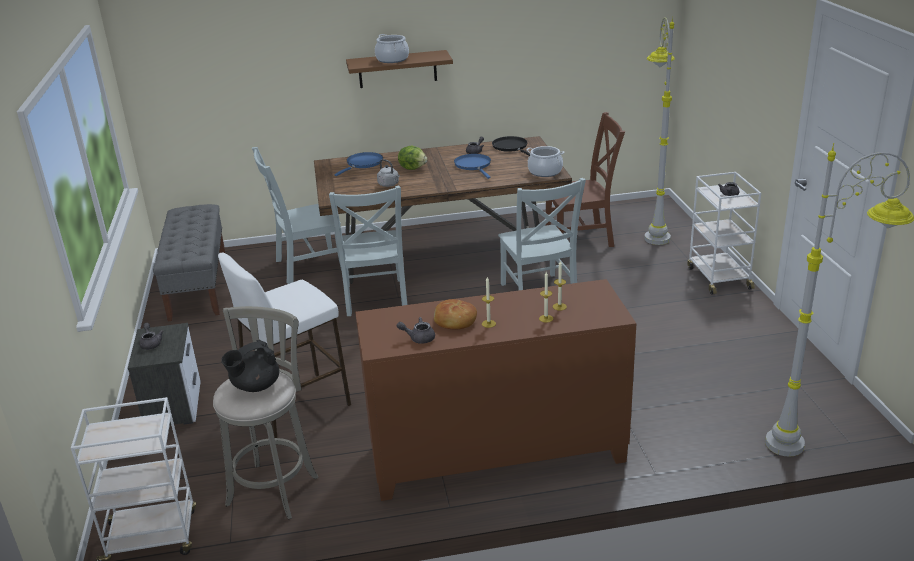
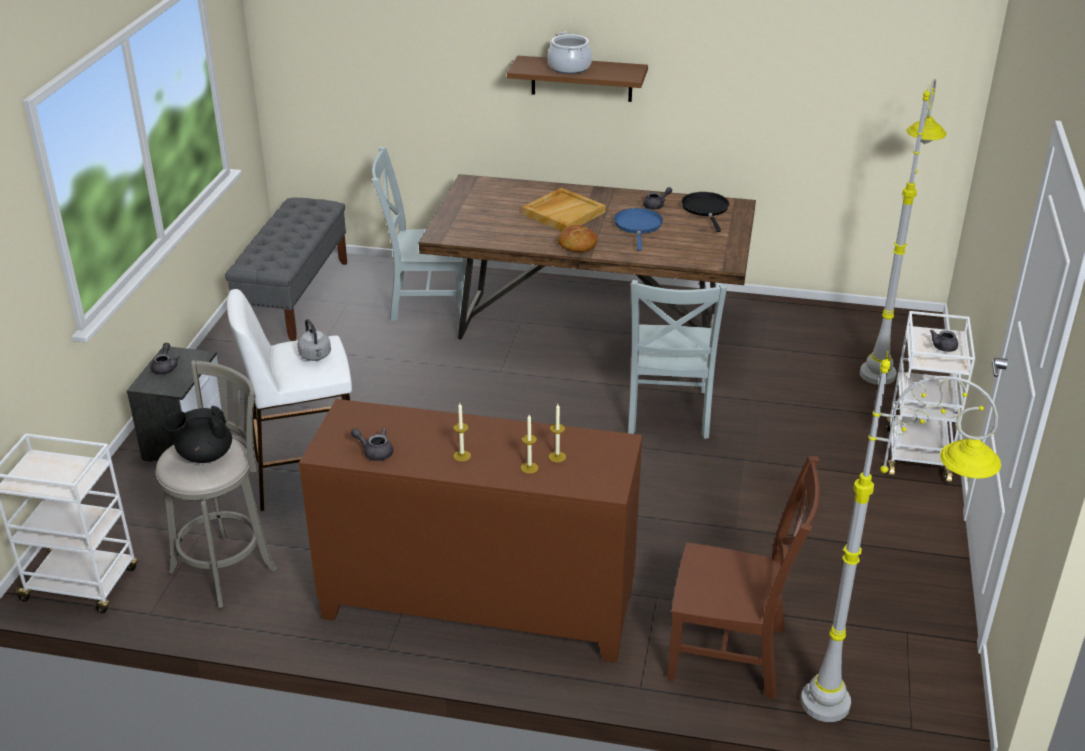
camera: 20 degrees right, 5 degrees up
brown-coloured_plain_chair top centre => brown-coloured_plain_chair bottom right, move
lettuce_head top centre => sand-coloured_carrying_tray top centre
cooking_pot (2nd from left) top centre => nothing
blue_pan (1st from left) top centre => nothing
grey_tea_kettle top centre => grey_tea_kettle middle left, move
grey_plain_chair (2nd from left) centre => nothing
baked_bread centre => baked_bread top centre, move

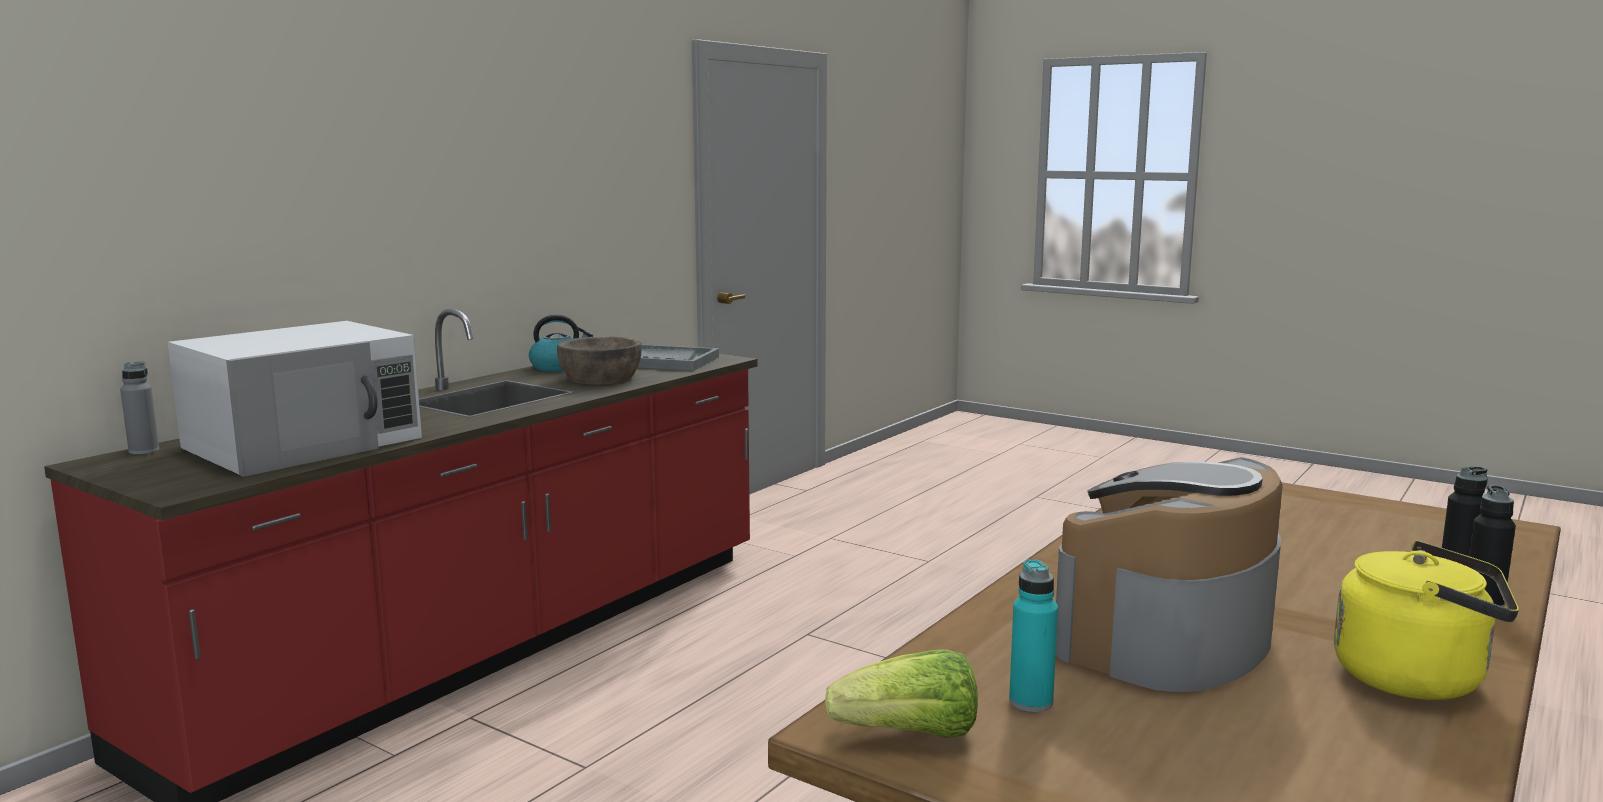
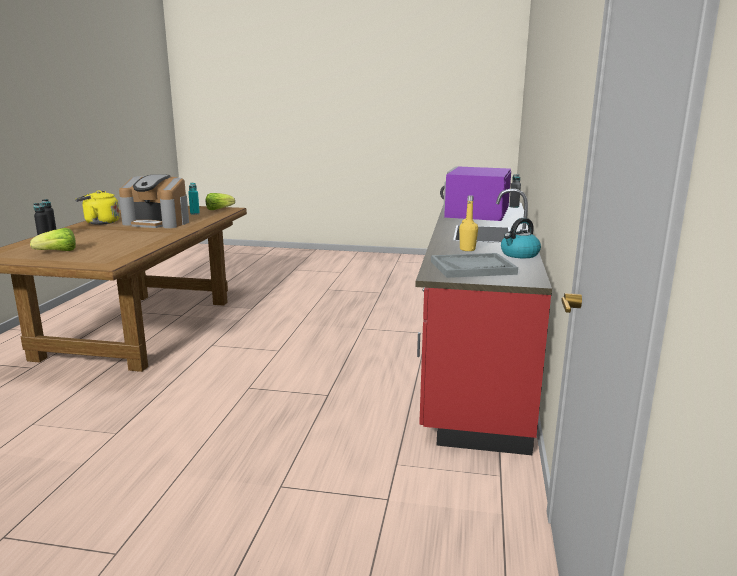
camera: 155 degrees right, 5 degrees up
white-coloured_kitchen_microwave middle left => purple_kitchen_microwave centre
brown-coloured_serving_bowl centre => yellow-coloured_drink_bottle centre
coffee_maker bottom right => coffee_maker middle left, 90 degrees clockwise
nothing => lettuce_head (1st from left) middle left

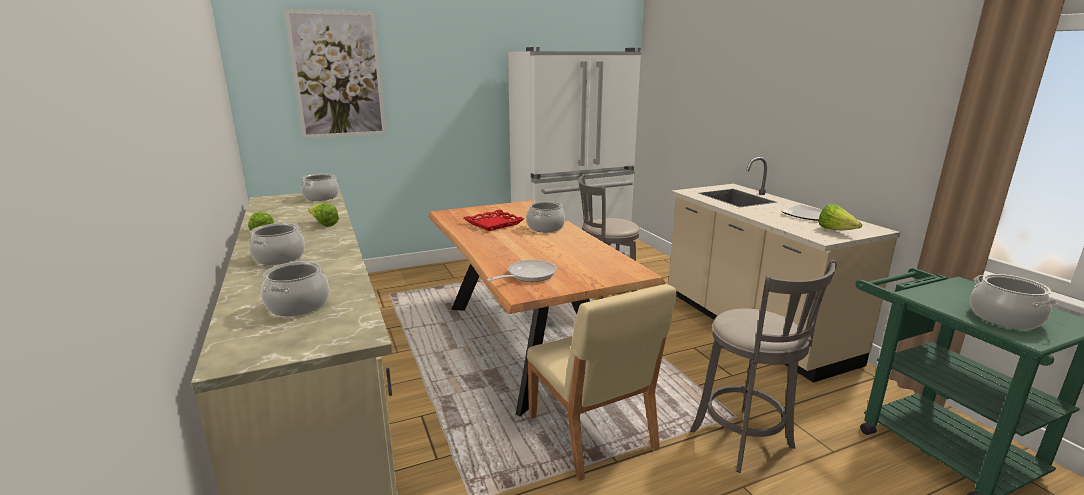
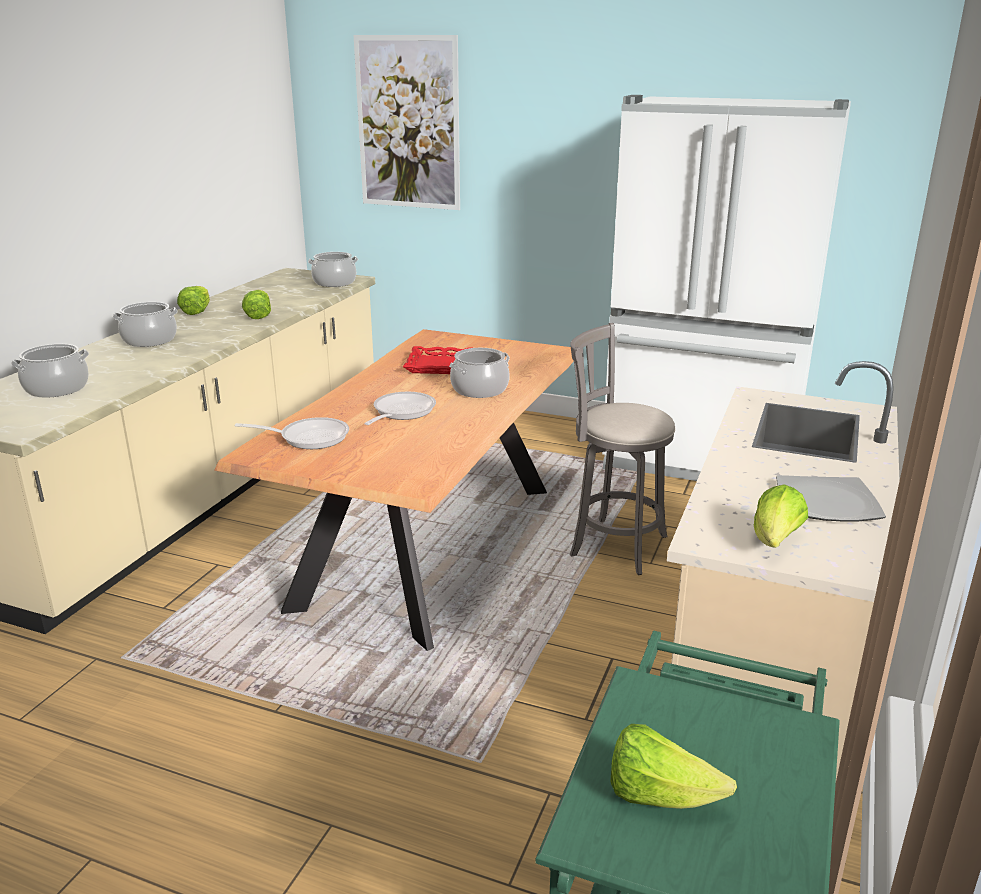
camera: 45 degrees right, 5 degrees up
grey_stool (2nd from left) bottom right => nothing
cooking_pot (5th from left) middle right => lettuce_head (3rd from left) bottom right
sand-coloured_plain_chair bottom centre => nothing
nothing => pan (2nd from left) centre

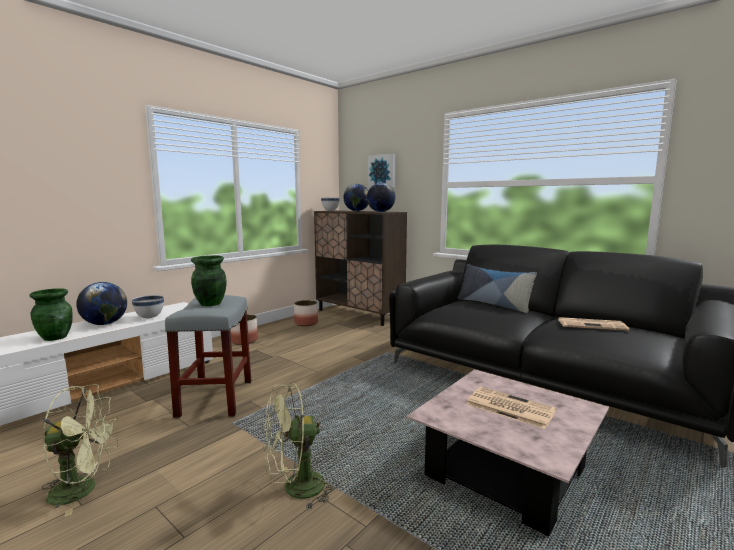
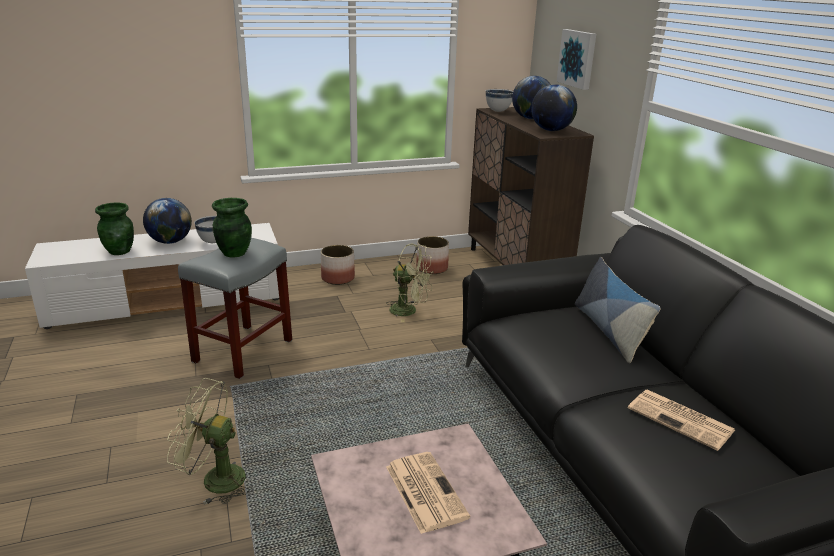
camera: 30 degrees right, 15 degrees up
green-coloured_electric_fan (1st from left in the first image) bottom left => green-coloured_electric_fan (2nd from left) centre, move

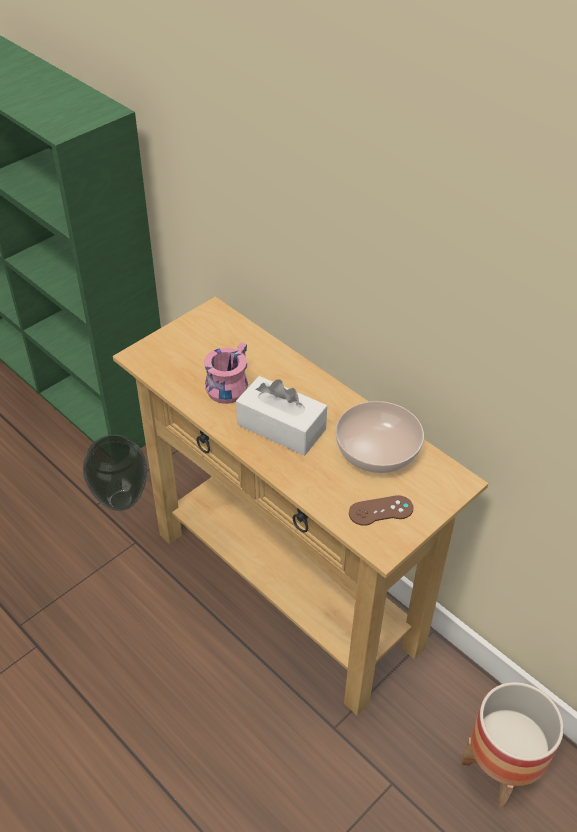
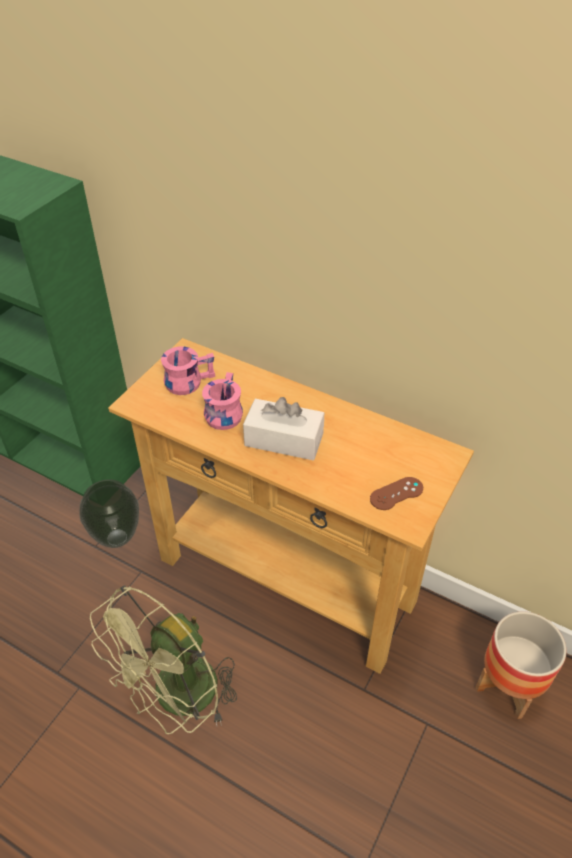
camera: 15 degrees left, 0 degrees up
serving_bowl centre => nothing
nothing => pinkish_coffee_mug (1st from left) middle left
nothing => green-coloured_electric_fan bottom left

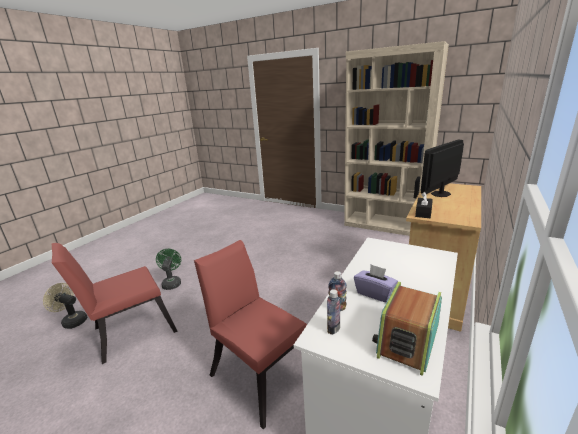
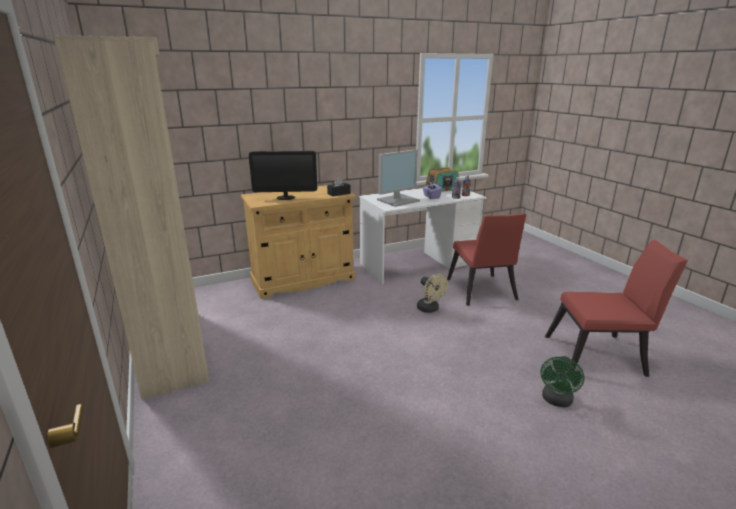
camera: 145 degrees left, 0 degrees up
sand-coloured_electric_fan bottom left => sand-coloured_electric_fan centre, move
nothing => computer_screen (2nd from left) centre

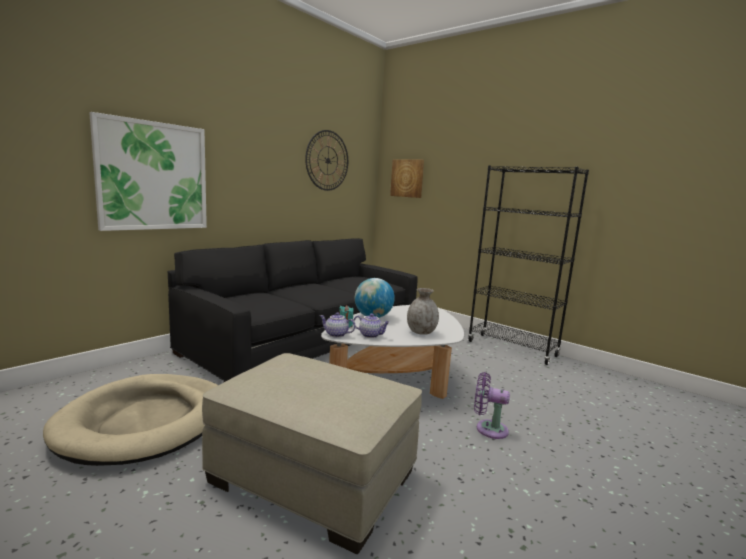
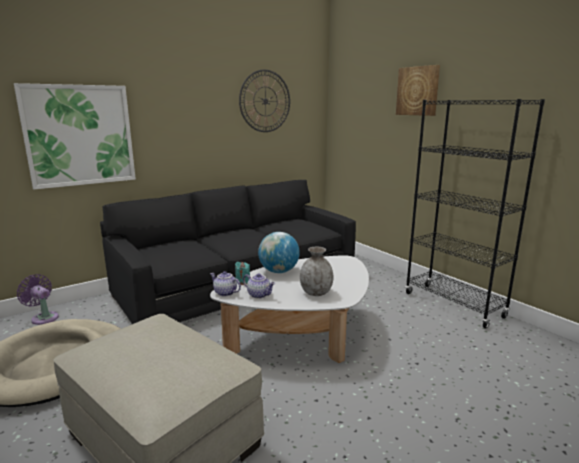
camera: 15 degrees right, 5 degrees up
wall_art (2nd from left) top centre => wall_art (2nd from left) top right, move
purple_electric_fan bottom centre => purple_electric_fan middle left, move

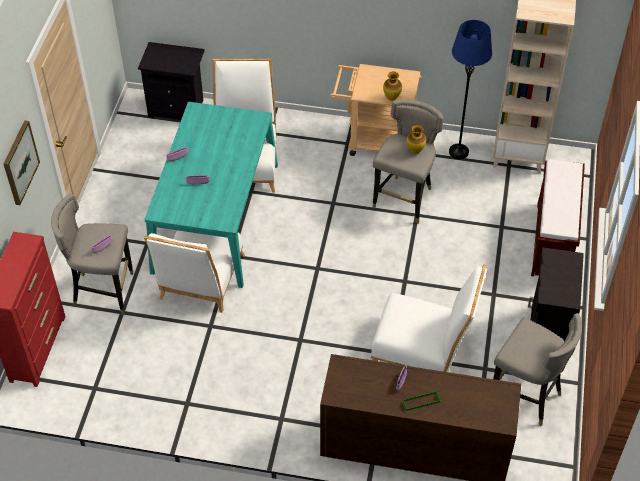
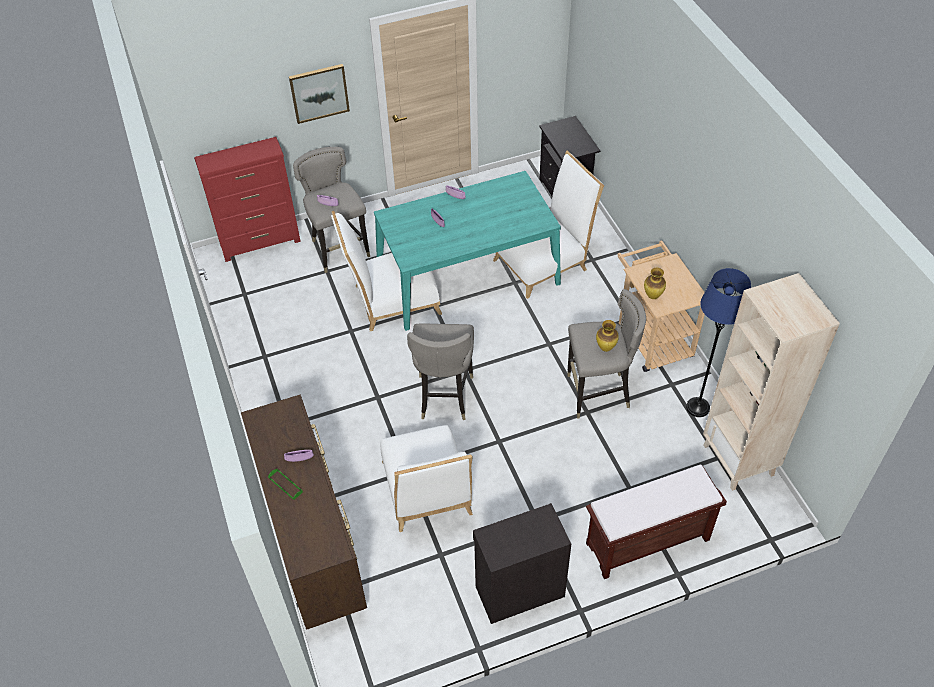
camera: 60 degrees right, 0 degrees up
grey_stool (3rd from left in the first image) bottom right => grey_stool (2nd from left) centre, move

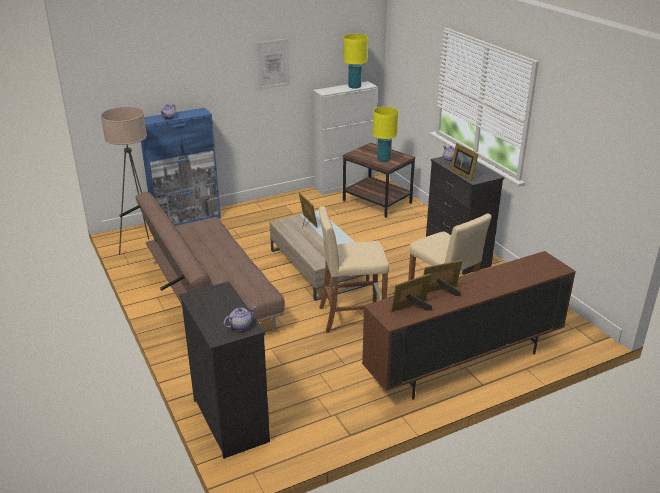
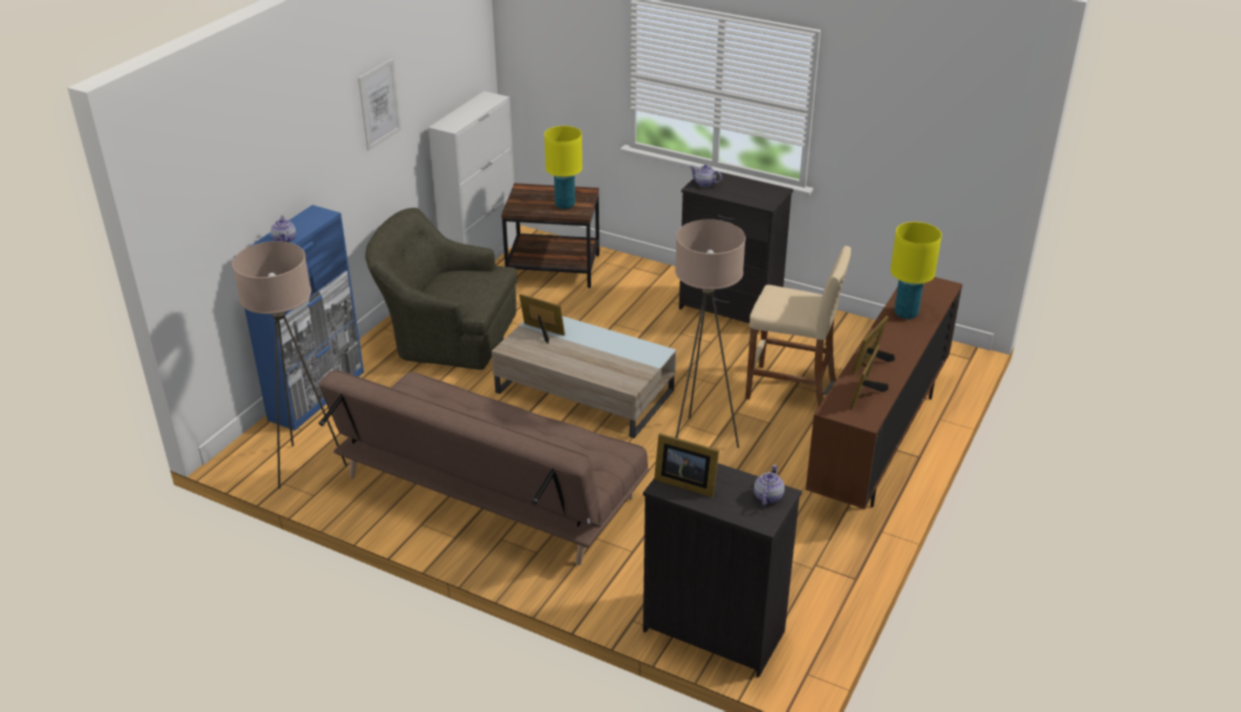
camera: 35 degrees left, 5 degrees up
yellow-coloured_tabletop_lamp (1st from left in the first image) top centre => yellow-coloured_tabletop_lamp (2nd from left) middle right, move
photo_frame (4th from left in the first image) top right => photo_frame (2nd from left) centre, move
sand-coloured_stool (1st from left) centre => sand-coloured_standard_lamp (2nd from left) centre
nothing => green-coloured_easy_chair centre

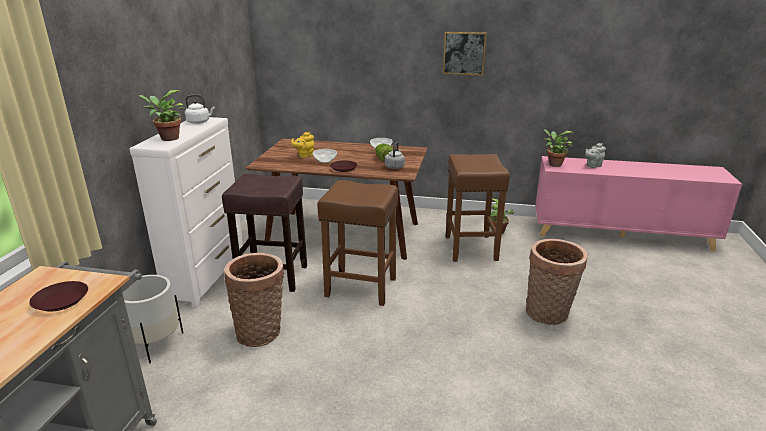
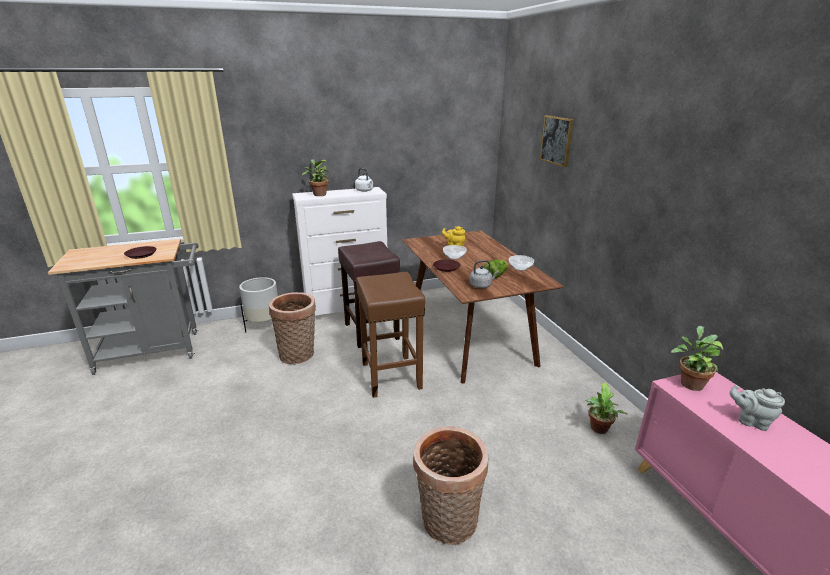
camera: 60 degrees right, 0 degrees up
wall_art top centre => wall_art top right, move
brown-coloured_stool (3rd from left) centre => nothing

